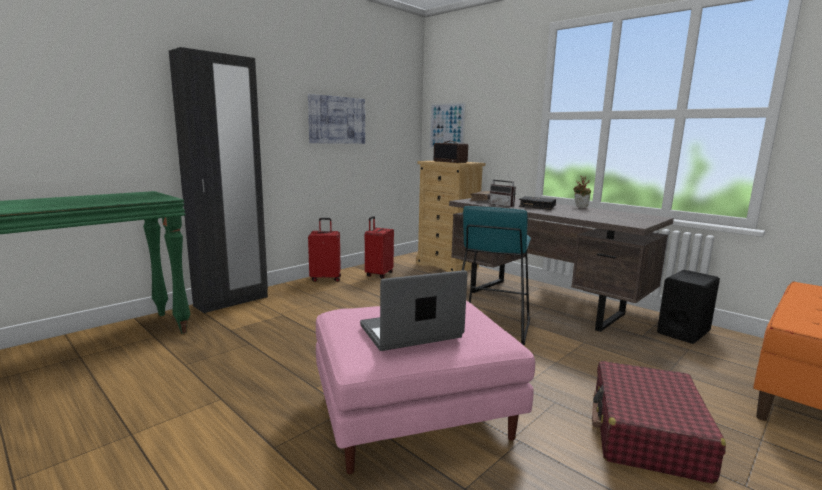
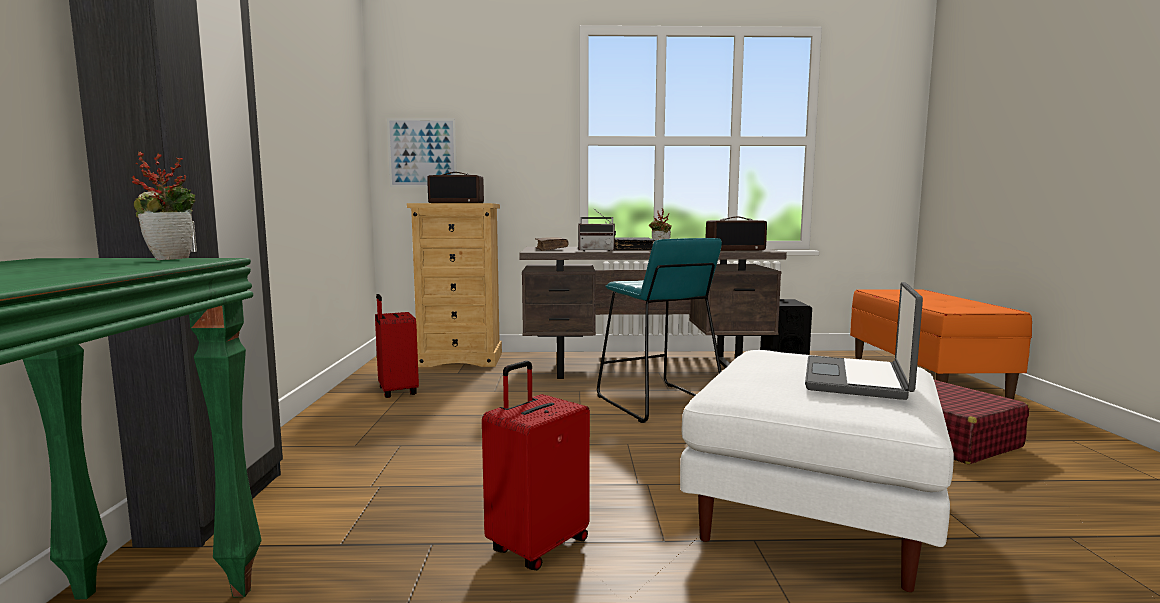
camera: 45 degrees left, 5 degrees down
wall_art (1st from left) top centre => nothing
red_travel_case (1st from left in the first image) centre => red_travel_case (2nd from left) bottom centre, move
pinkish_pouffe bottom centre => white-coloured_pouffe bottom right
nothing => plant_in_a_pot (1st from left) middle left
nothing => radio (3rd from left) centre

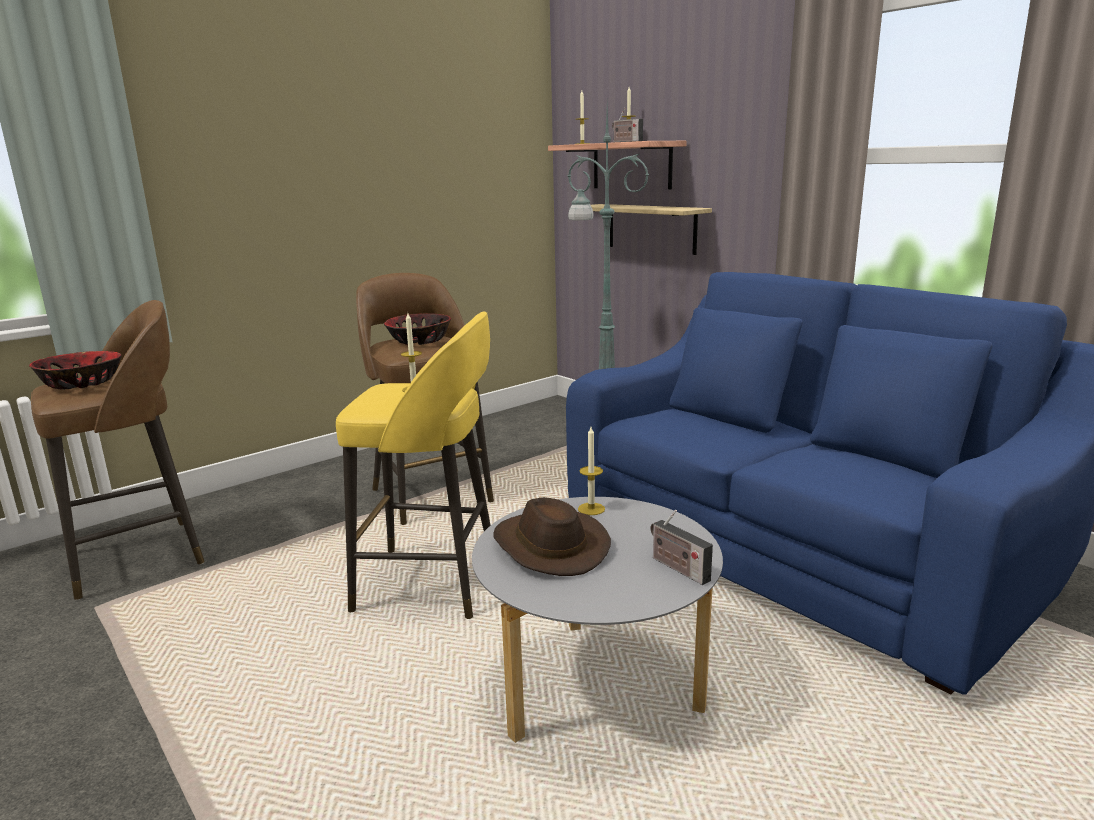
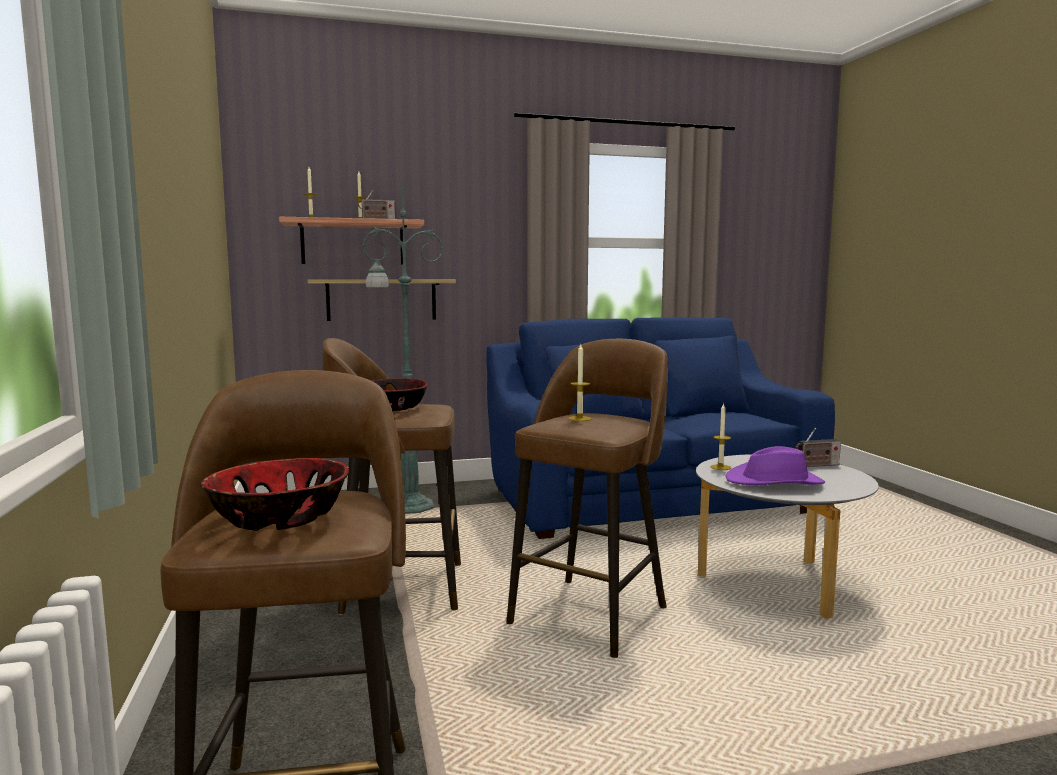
camera: 65 degrees left, 10 degrees down
yellow-coloured_stool centre => brown-coloured_stool (3rd from left) centre
brown-coloured_clothing_hat centre => purple_clothing_hat middle right

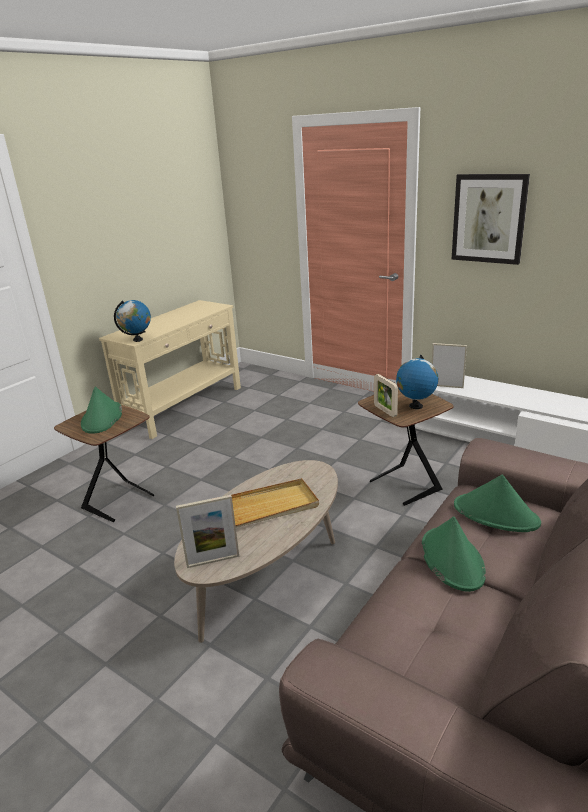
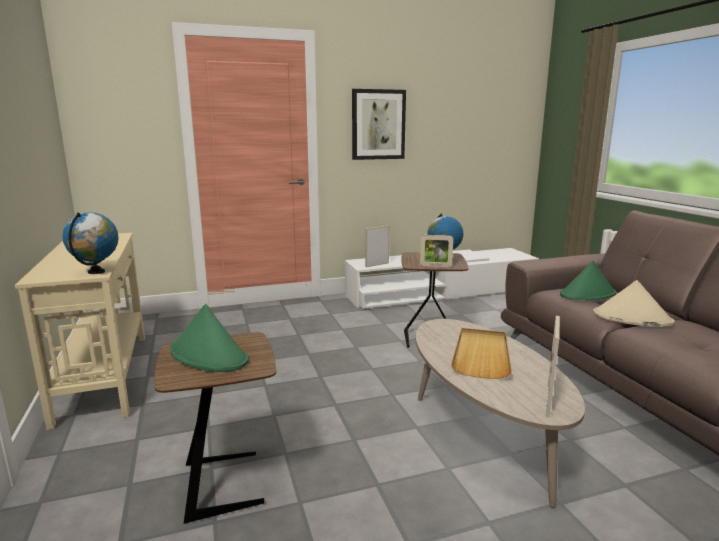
camera: 55 degrees left, 10 degrees down
green-coloured_clothing_hat (2nd from left) bottom right => sand-coloured_clothing_hat middle right

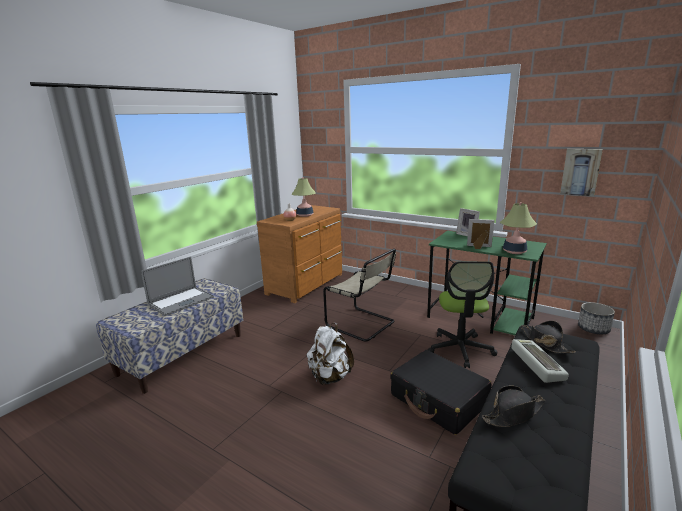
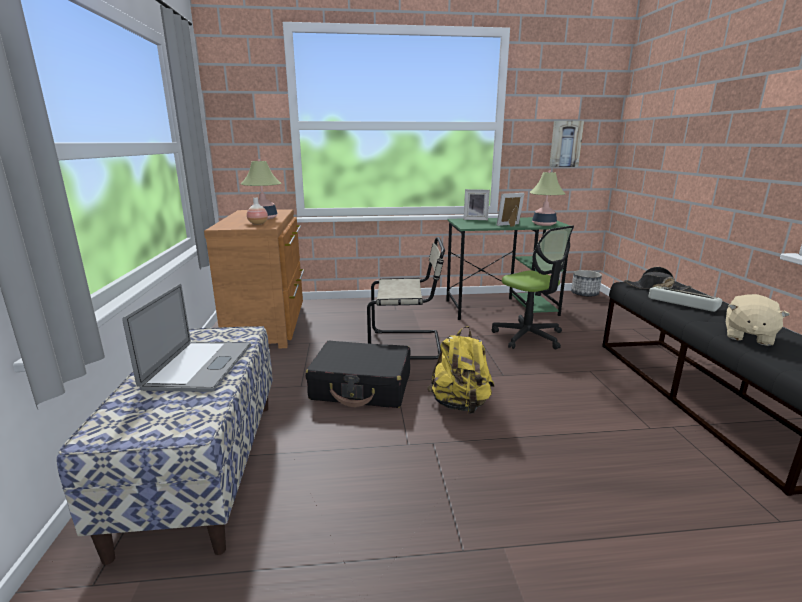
camera: 40 degrees left, 0 degrees up
white-coloured_rucksack bottom centre => yellow-coloured_rucksack centre
blackish_travel_case bottom centre => blackish_travel_case centre, move
blackish_clothing_hat (1st from left) bottom right => sand-coloured_plush_toy middle right

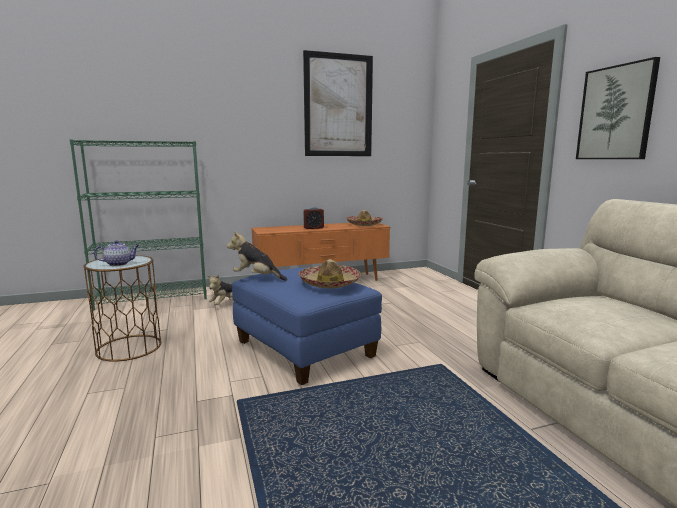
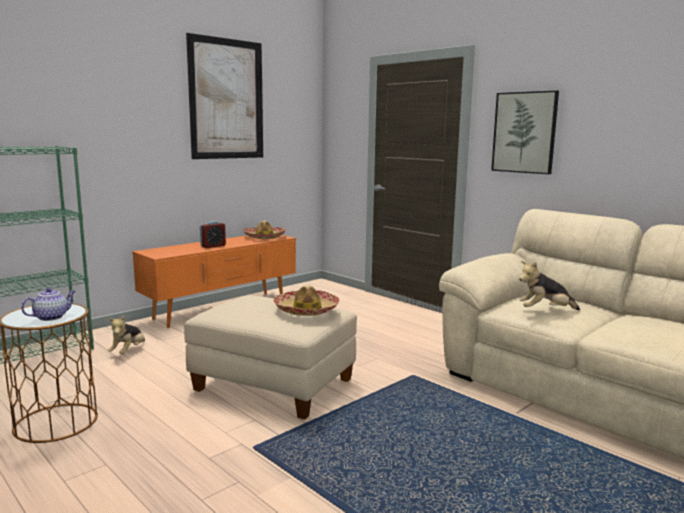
camera: 25 degrees left, 0 degrees up
plush_toy (2nd from left) centre => plush_toy (2nd from left) middle right, move
blue_pouffe centre => sand-coloured_pouffe bottom centre

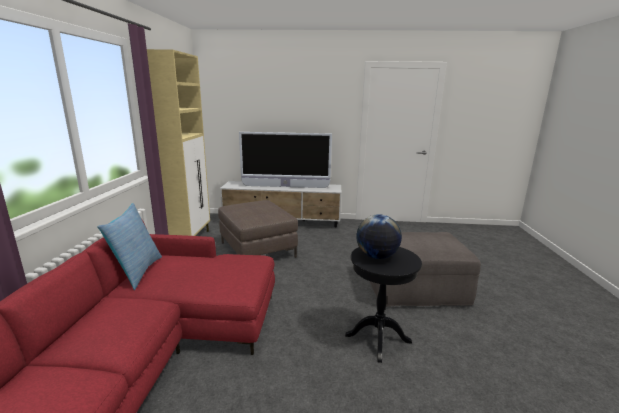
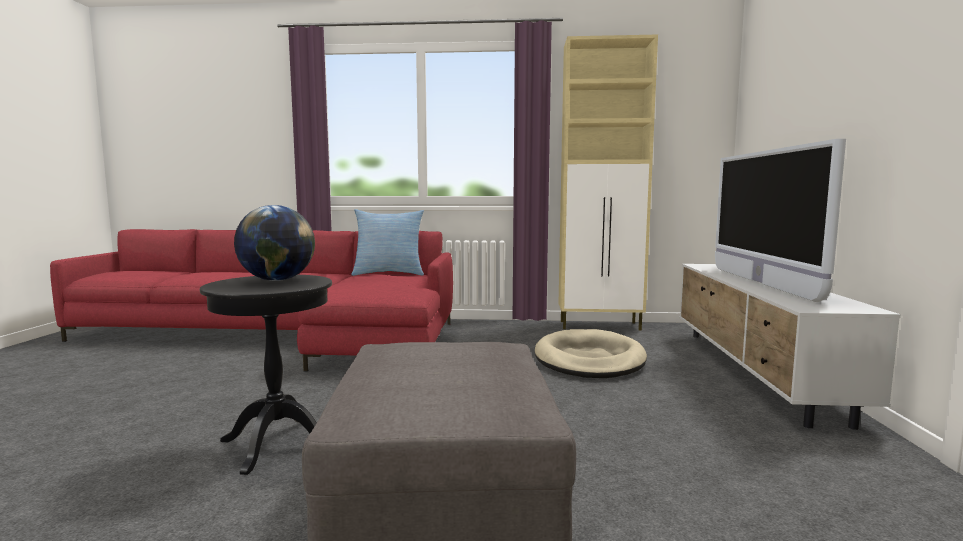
camera: 90 degrees right, 10 degrees down
brown-coloured_pouffe centre => sand-coloured_dog_cushion centre

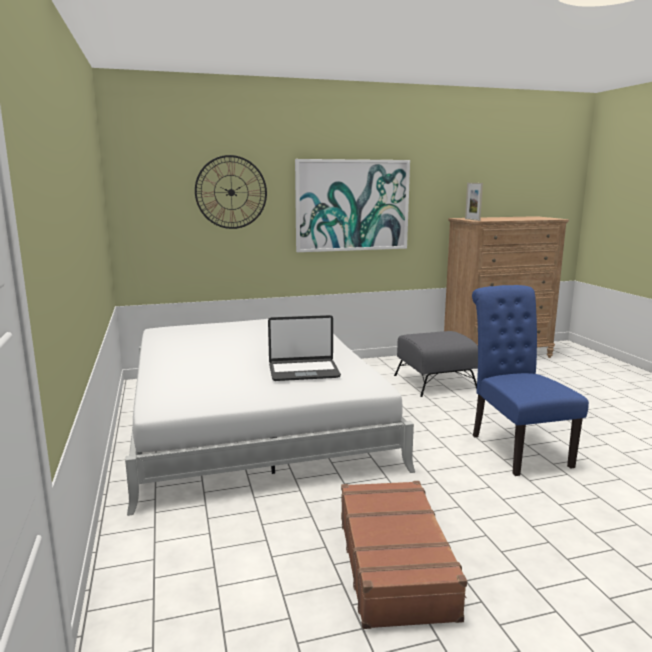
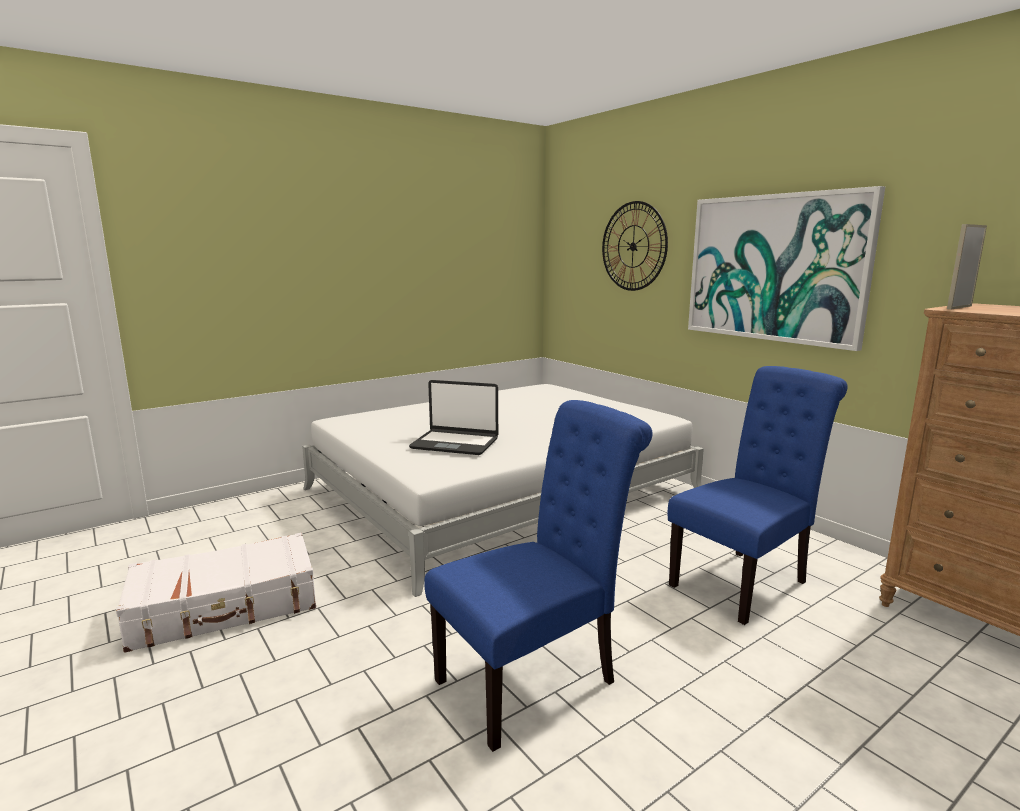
camera: 70 degrees right, 0 degrees up
notebook_computer centre, 45 degrees counterclockwise
grey_pouffe middle right => blue_plain_chair (2nd from left) middle right
brown-coloured_travel_case bottom centre => white-coloured_travel_case bottom left

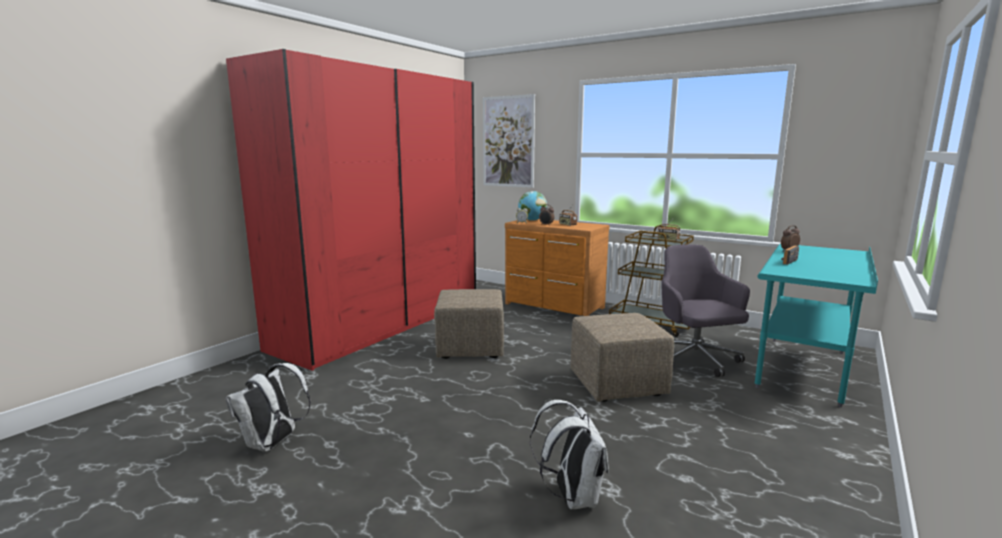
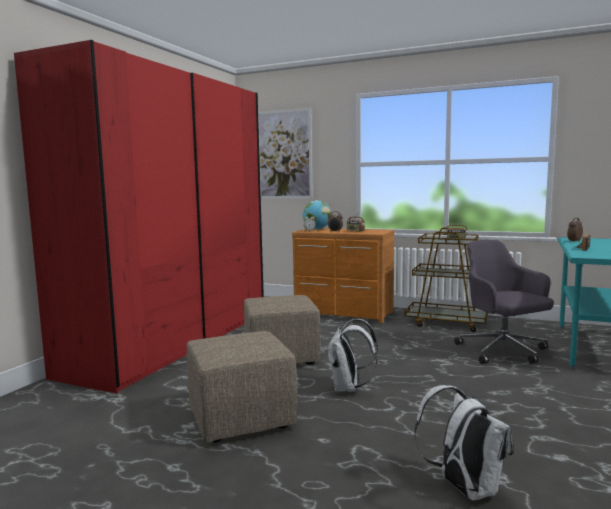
camera: 10 degrees left, 5 degrees down
sand-coloured_pouffe (2nd from left in the first image) centre => sand-coloured_pouffe (1st from left) bottom centre, move
white-coloured_rucksack (1st from left) bottom left => white-coloured_rucksack (1st from left) bottom centre, move

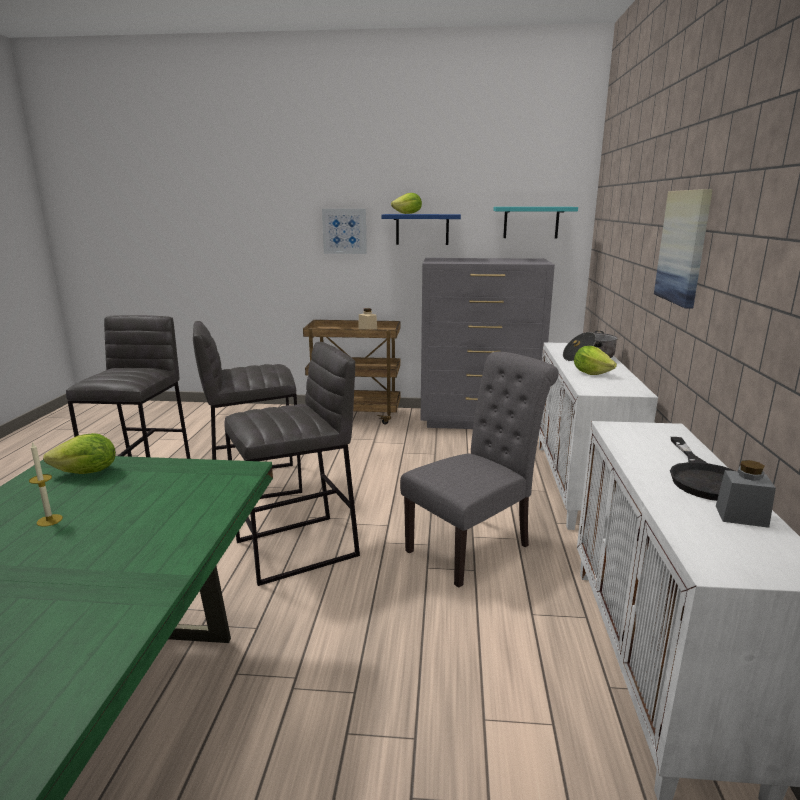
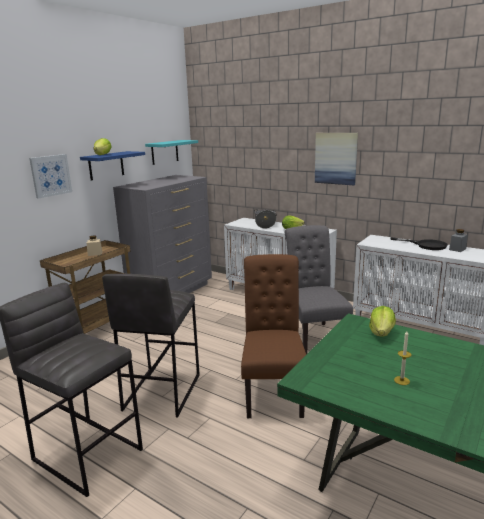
camera: 60 degrees left, 0 degrees up
grey_stool (3rd from left) centre => brown-coloured_plain_chair centre
lettuce_head (1st from left in the first image) middle left => lettuce_head (3rd from left) middle right, move

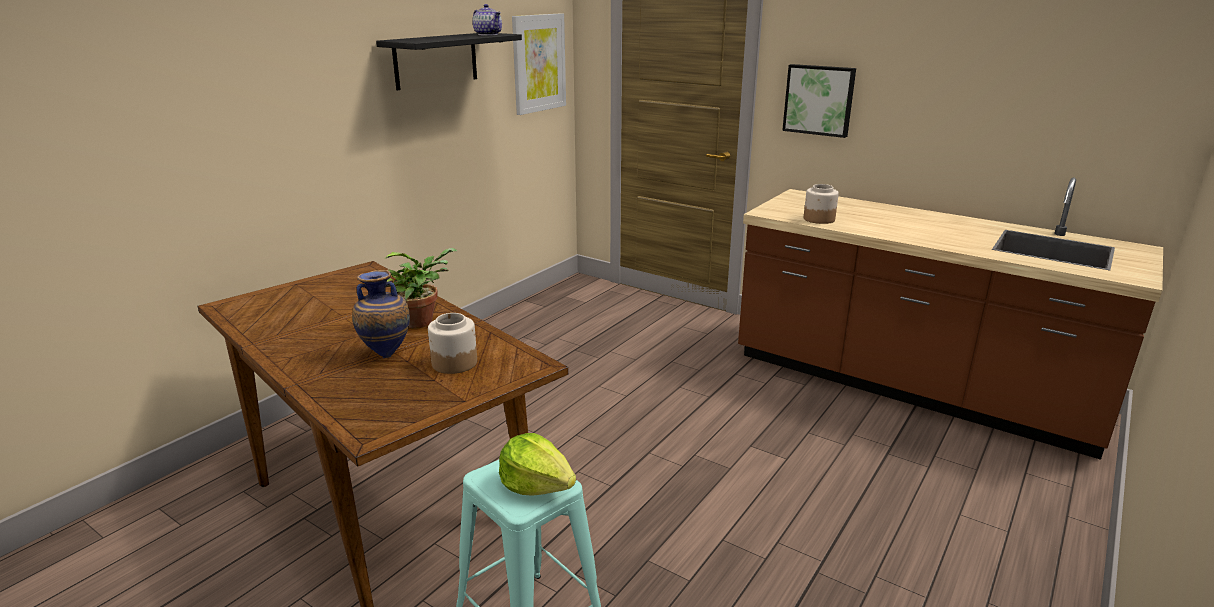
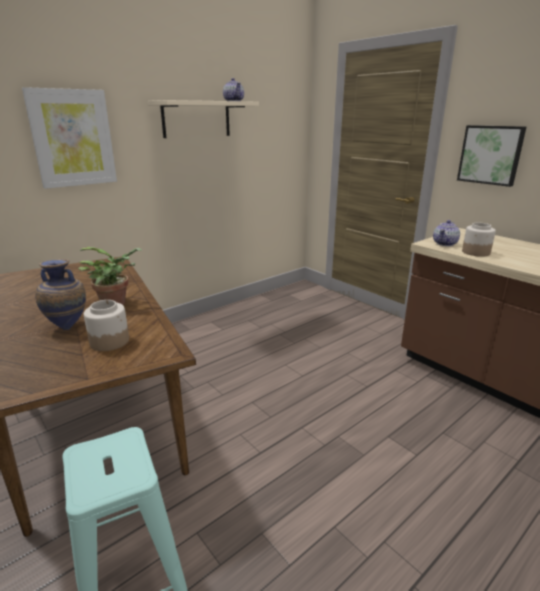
camera: 15 degrees right, 0 degrees up
wall_art (1st from left) top centre => wall_art (1st from left) top left, move
blackish_bracket_shelf top centre => sand-coloured_bracket_shelf top centre
lettuce_head bottom centre => nothing
nothing => tea_pot (2nd from left) middle right

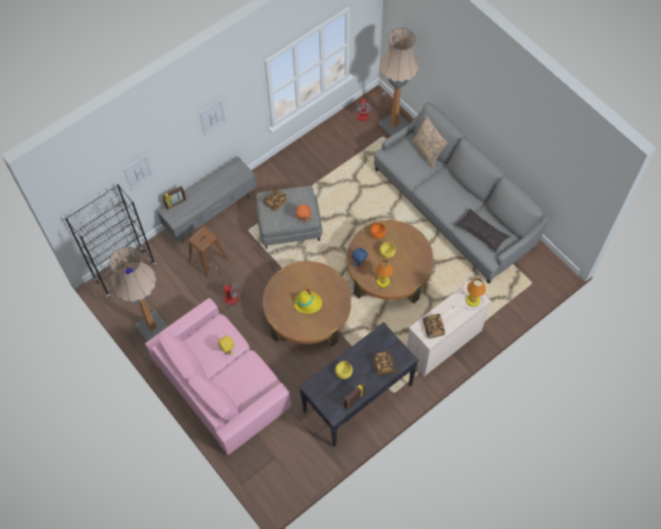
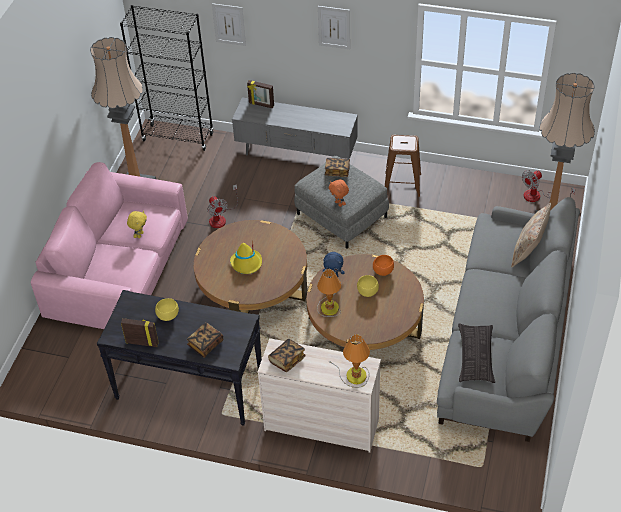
camera: 55 degrees right, 15 degrees down
brown-coloured_stool middle left => brown-coloured_stool top centre, move

